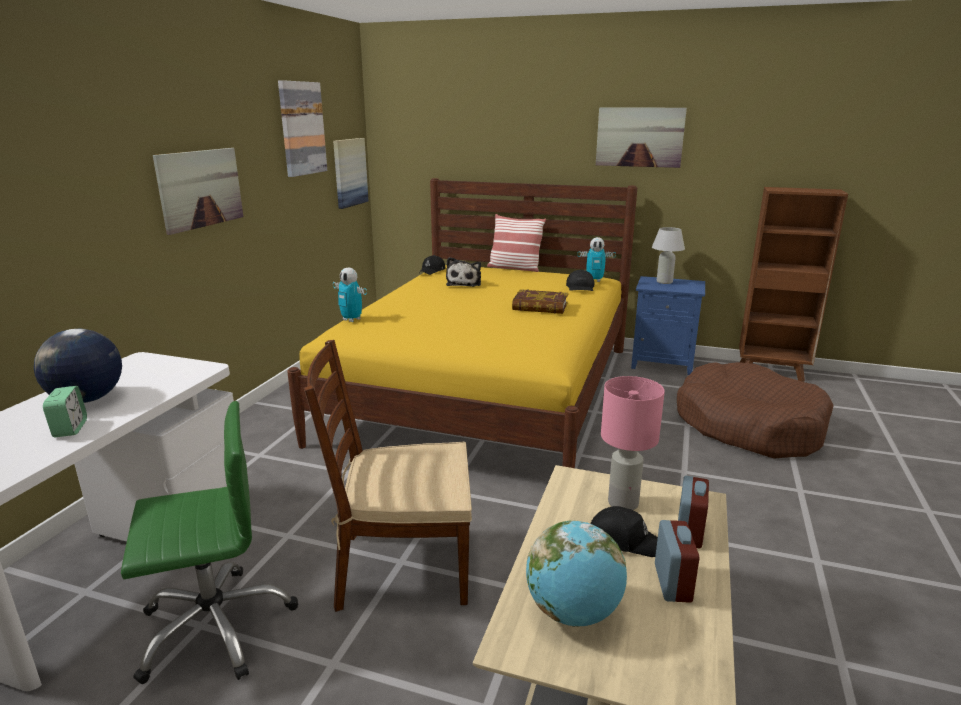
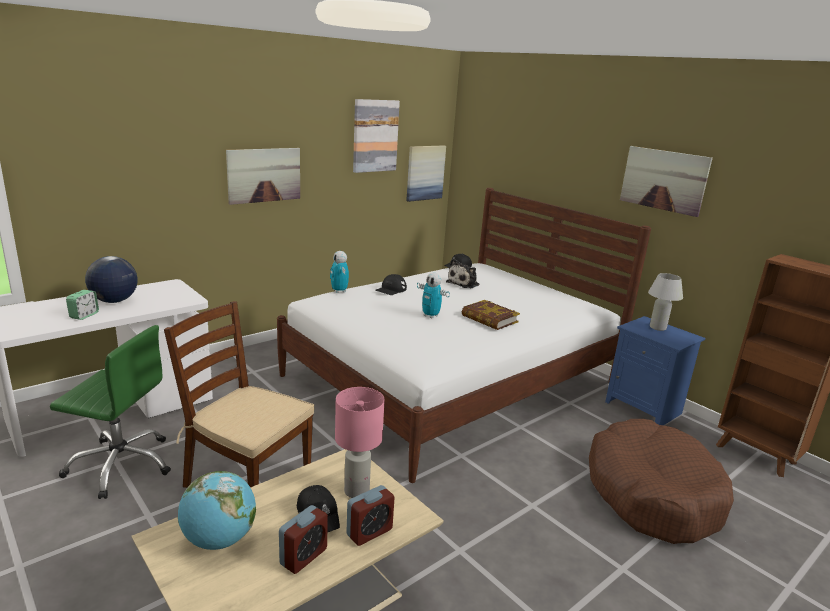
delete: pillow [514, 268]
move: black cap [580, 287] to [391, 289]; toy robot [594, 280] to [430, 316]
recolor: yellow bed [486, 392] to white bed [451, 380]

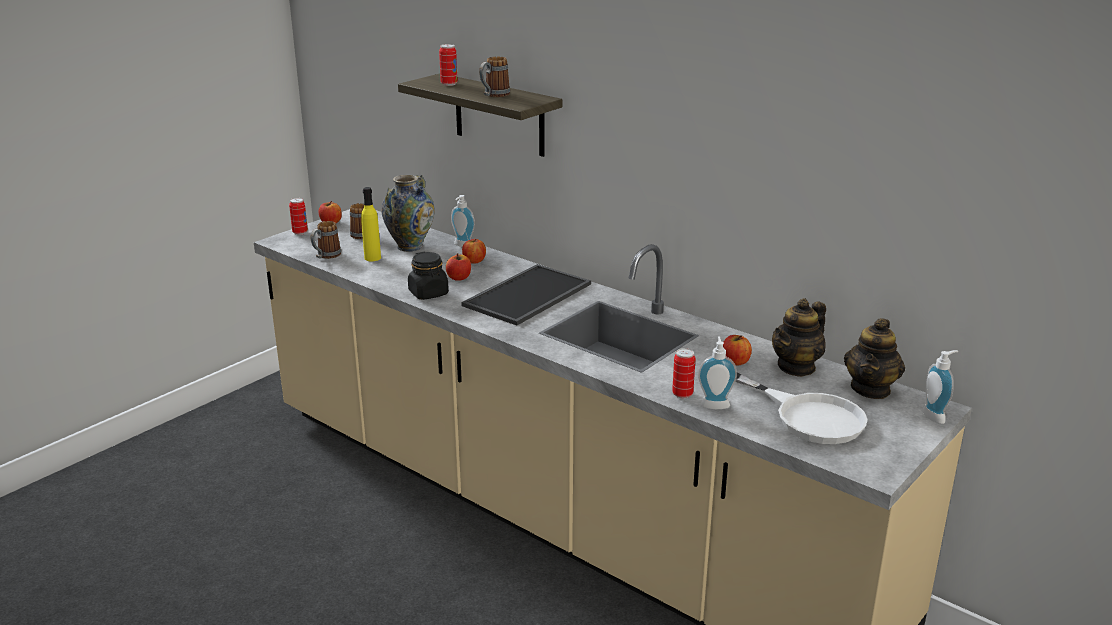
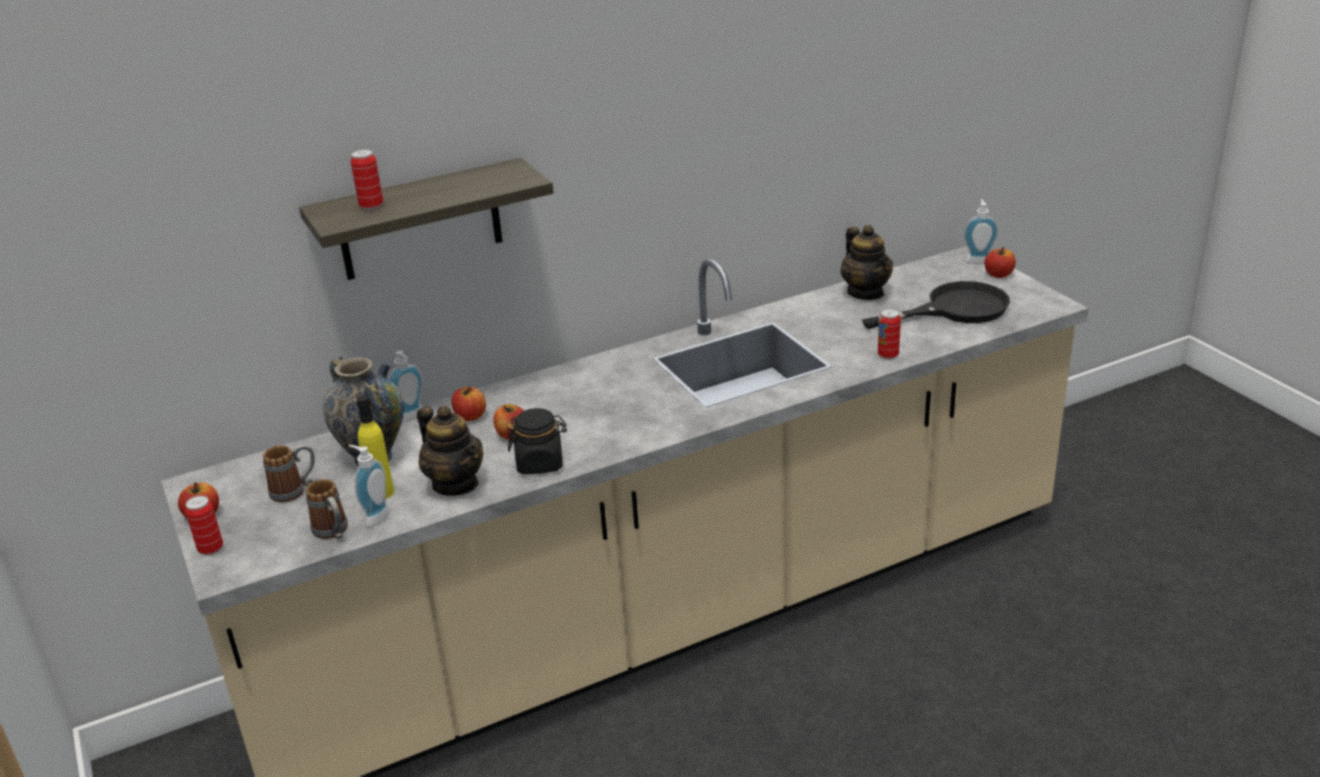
delete: tray [528, 296]; mug [493, 95]
move: soap dispenser [714, 404] to [374, 517]; teapot [871, 389] to [456, 484]; apple [735, 361] to [999, 274]
recolor: white frying pan [806, 415] to black frying pan [954, 309]

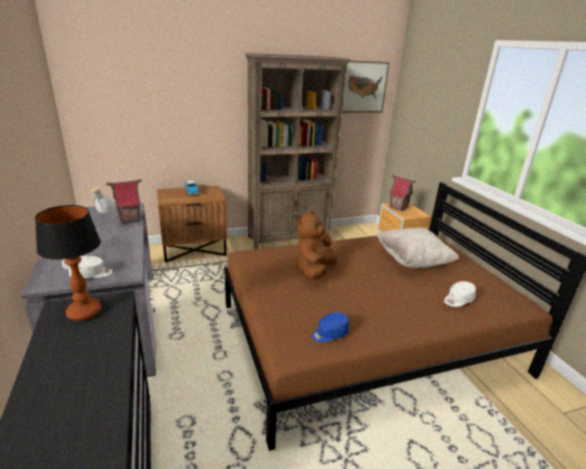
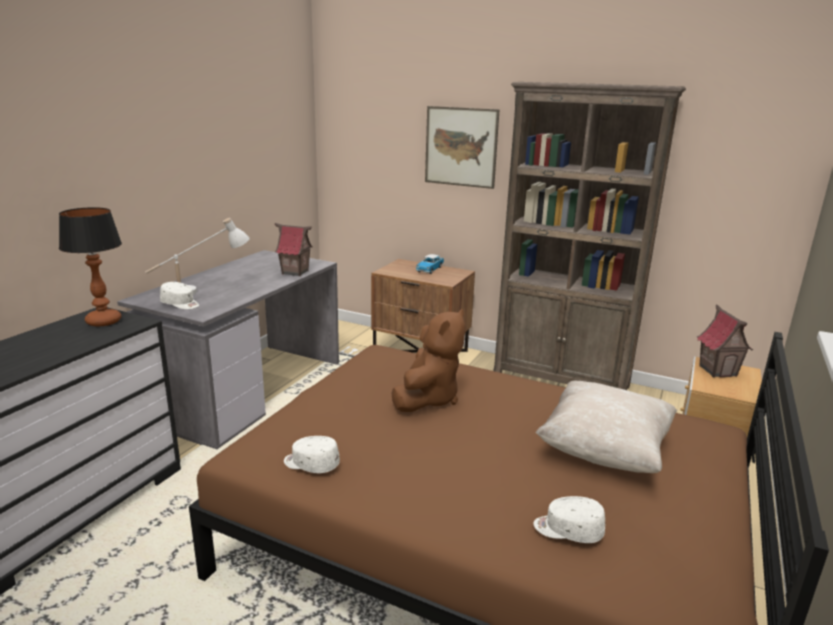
move: picture [364, 87] to [461, 147]
recolor: blue cap [329, 334] to white cap [311, 464]
rotate: brown plush toy [314, 270] = [428, 398] 135 degrees clockwise

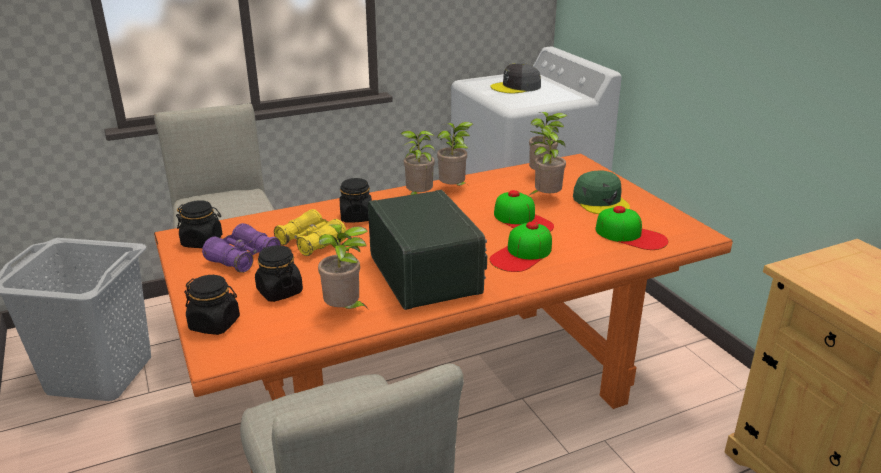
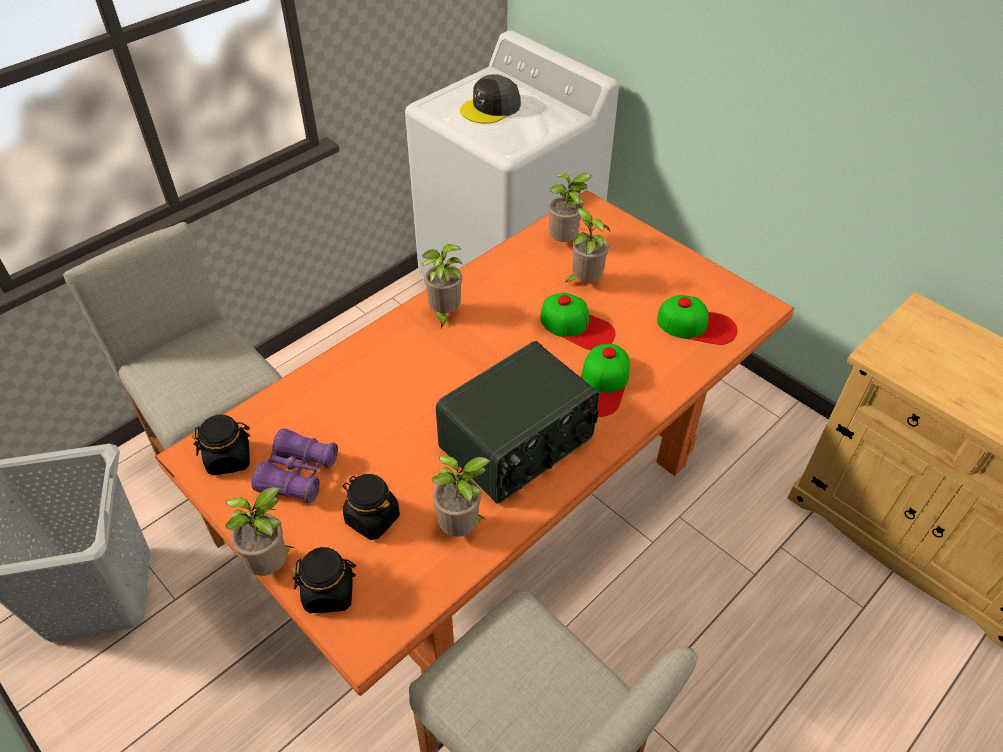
delete: yellow binoculars [311, 243]; black jar [356, 217]; green cap [601, 201]
move: potted plant [454, 189] to [272, 565]
rotate: radio [426, 274] = [518, 444] 90 degrees clockwise

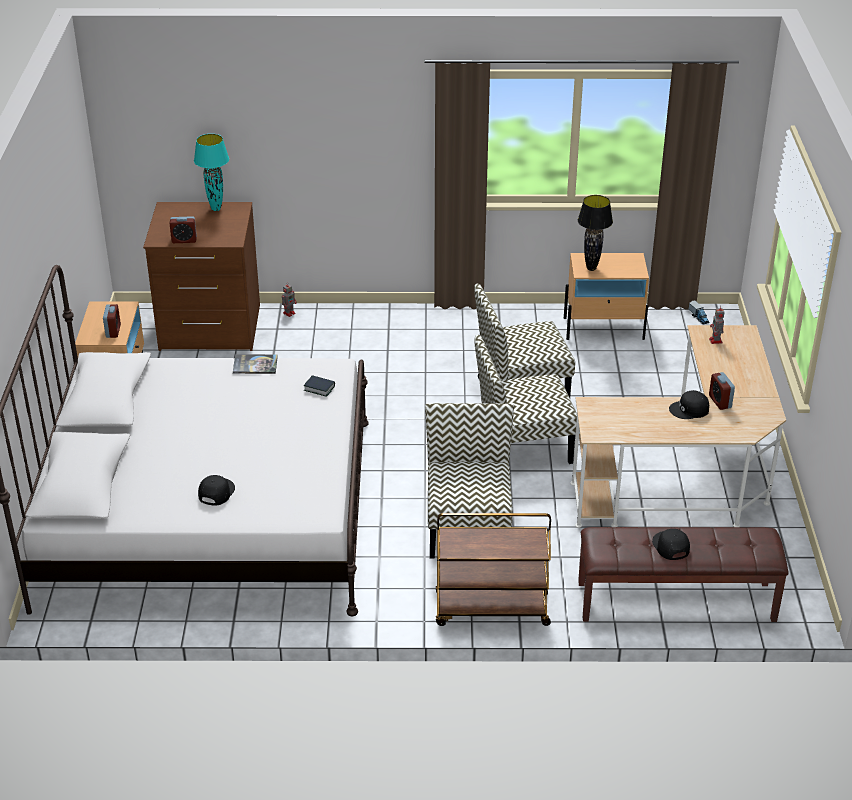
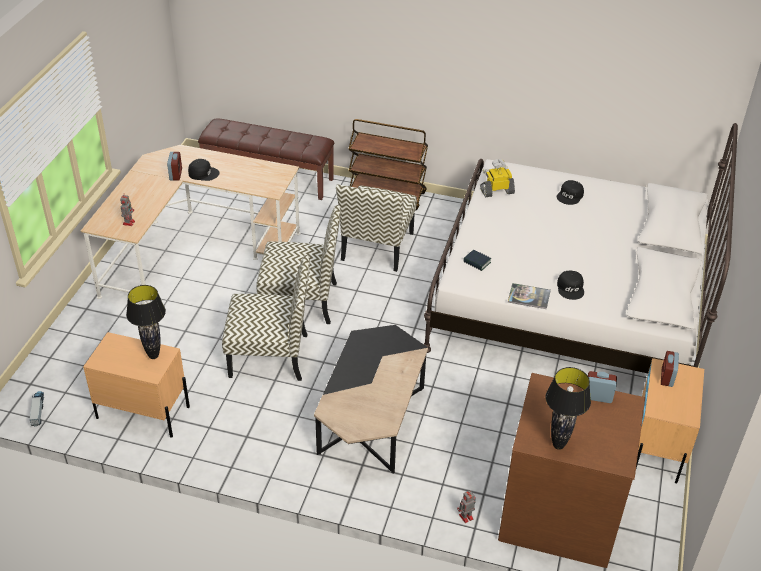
insert: black coffee table [372, 421]; toy robot [497, 191]
move: black cap [670, 546] to [571, 288]
recolor: turquoise table lamp [215, 209] to black table lamp [558, 445]

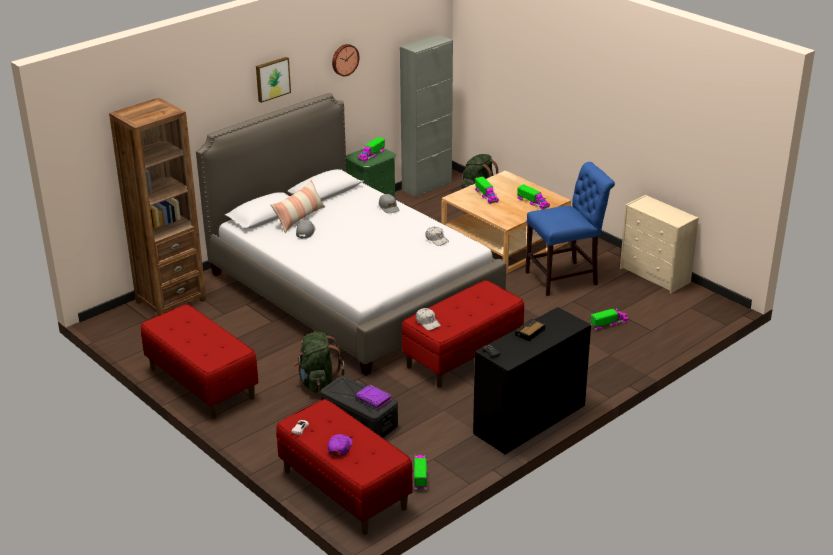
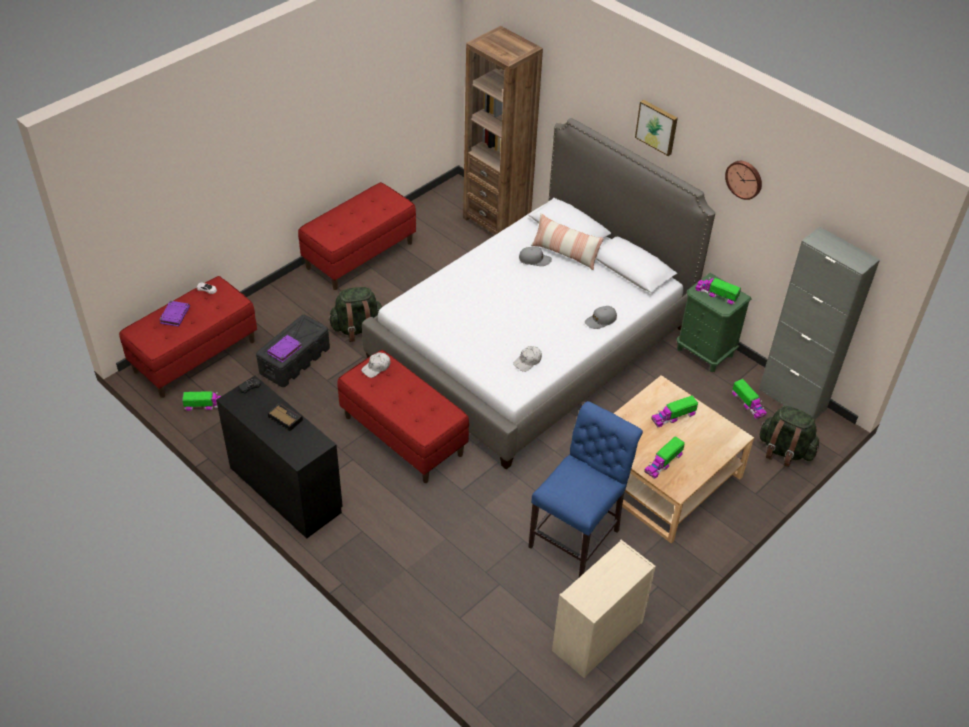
move: toy truck [608, 324] to [748, 404]
replace: purple cap [340, 448] to purple book [175, 315]
rotate: blue chair [565, 278] = [578, 535] 120 degrees counterclockwise

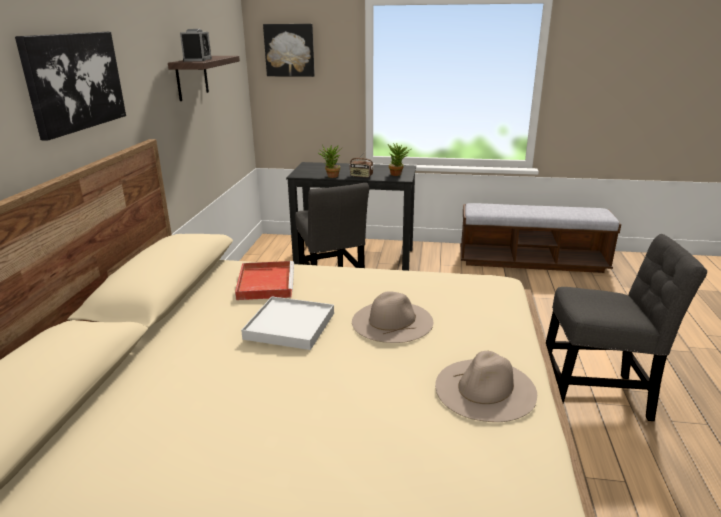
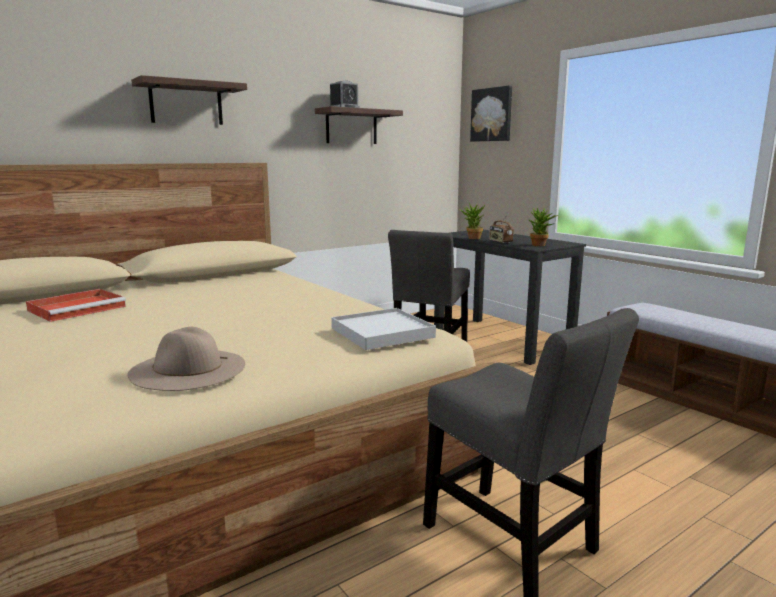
delete: beige hat [392, 321]
move: red tray [265, 282] to [79, 308]; white tray [290, 326] to [382, 333]
replace: picture [74, 81] to shelf [186, 103]

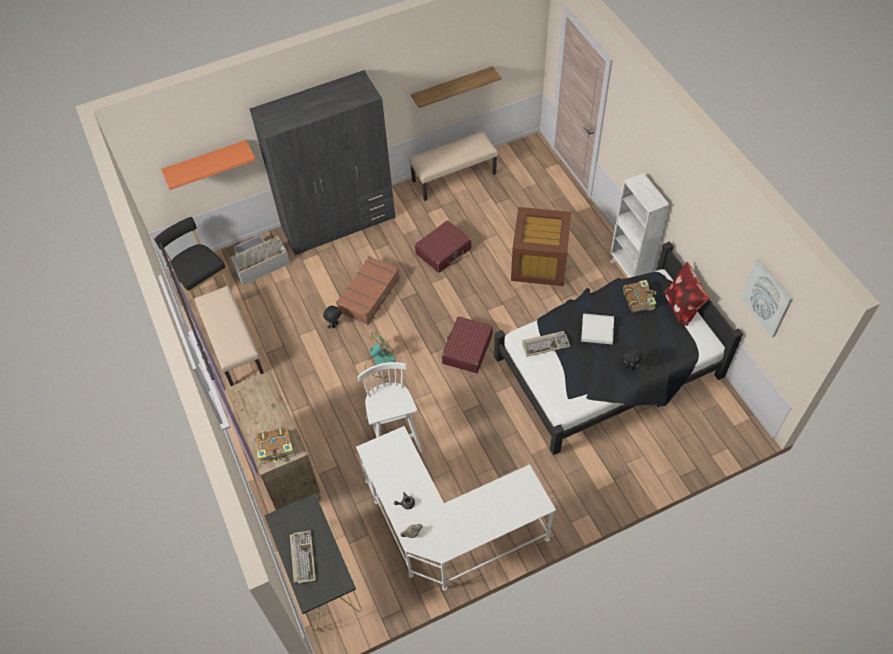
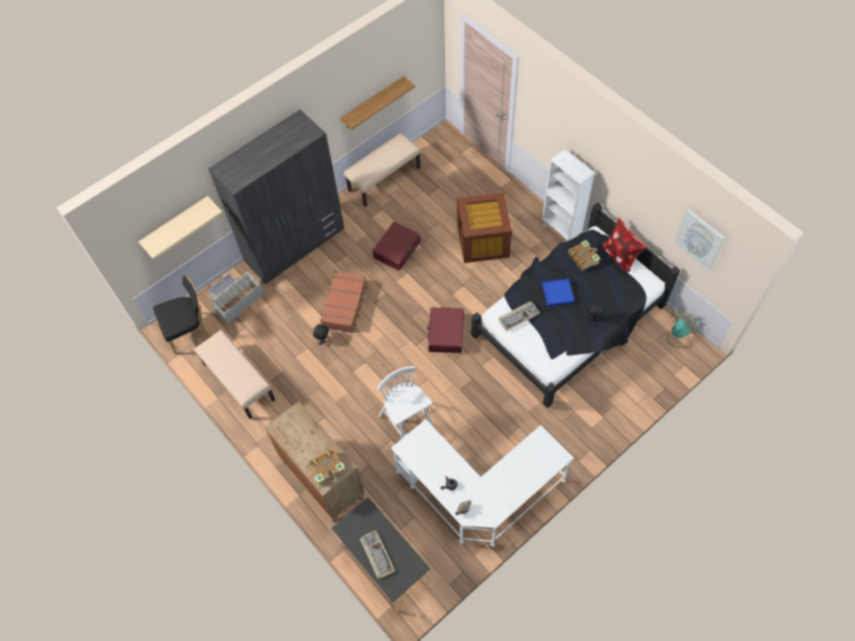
move: fan [380, 362] to [678, 334]
recolor: orange shelf [206, 162] to beige shelf [176, 224]; white tray [597, 330] to blue tray [557, 293]
rotate: black chair [202, 285] = [190, 332] 120 degrees clockwise

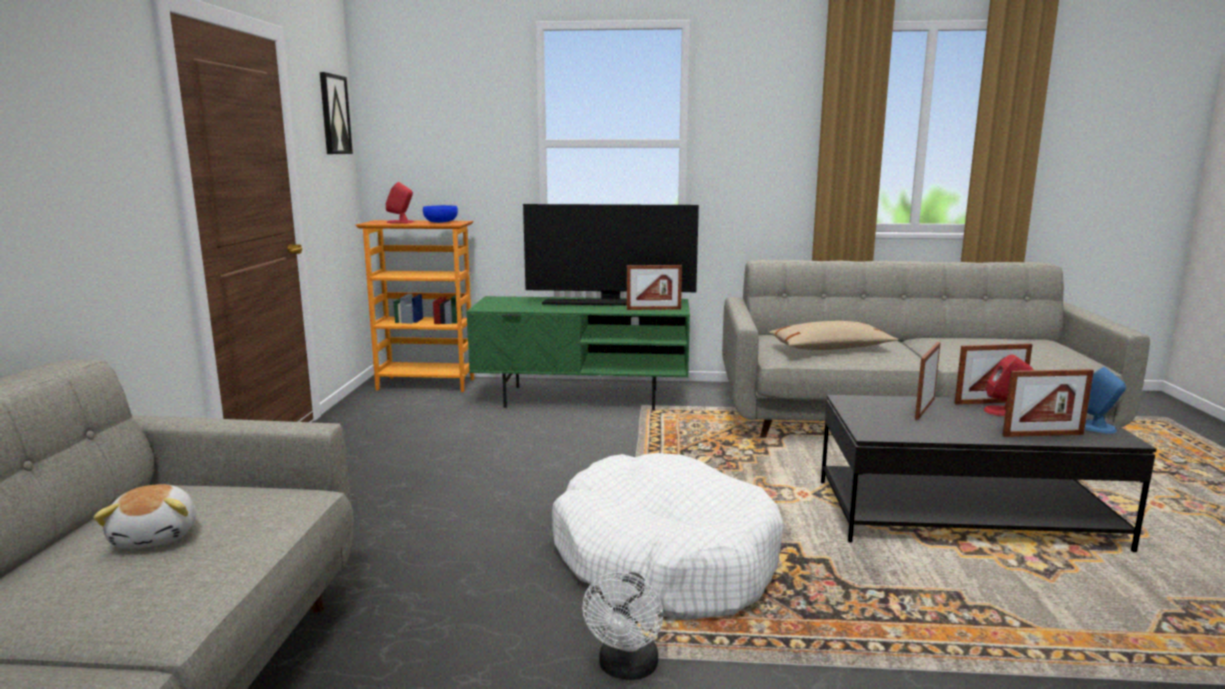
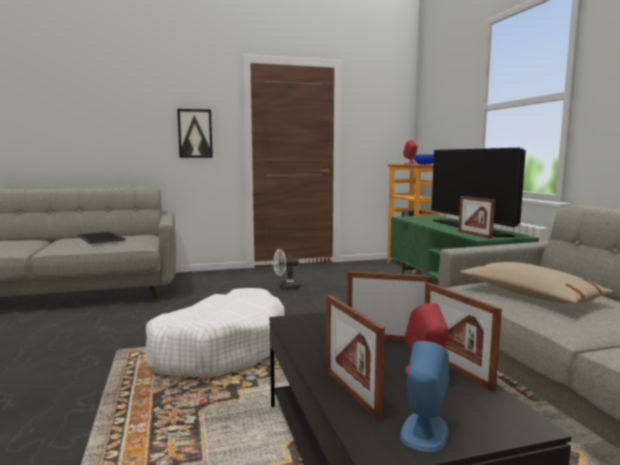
move: picture [334, 114] to [195, 133]; white fan [626, 669] to [286, 287]
replace: plush toy [157, 536] to tray [102, 238]

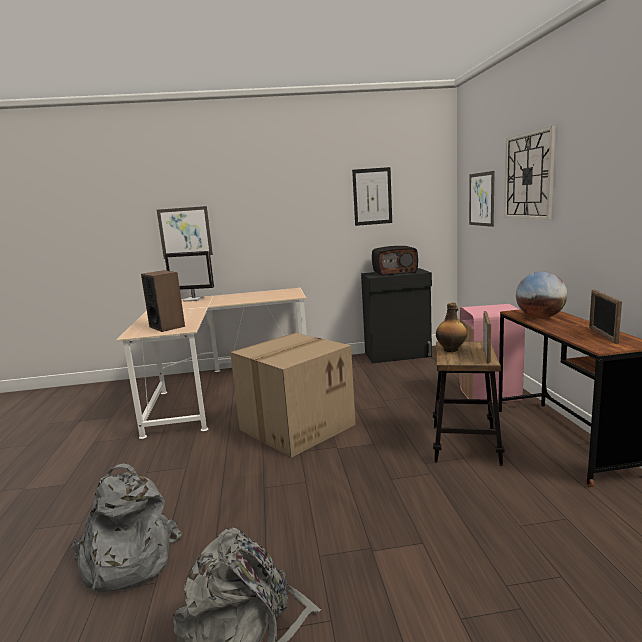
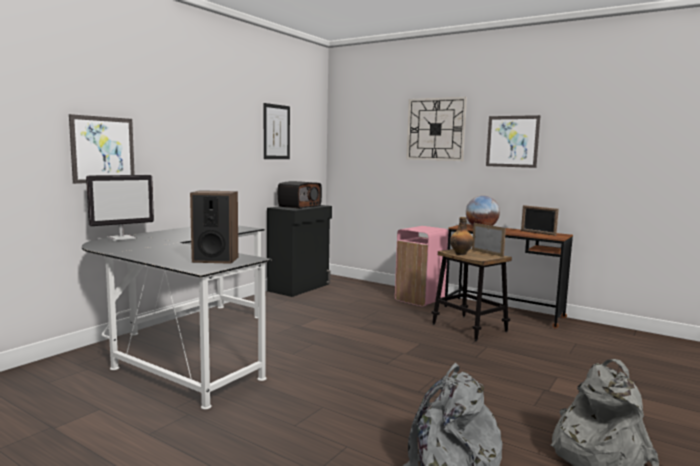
delete: cardboard box [297, 426]
move: picture [481, 199] to [512, 141]
recolor: beige desk [219, 389] to black desk [184, 347]

